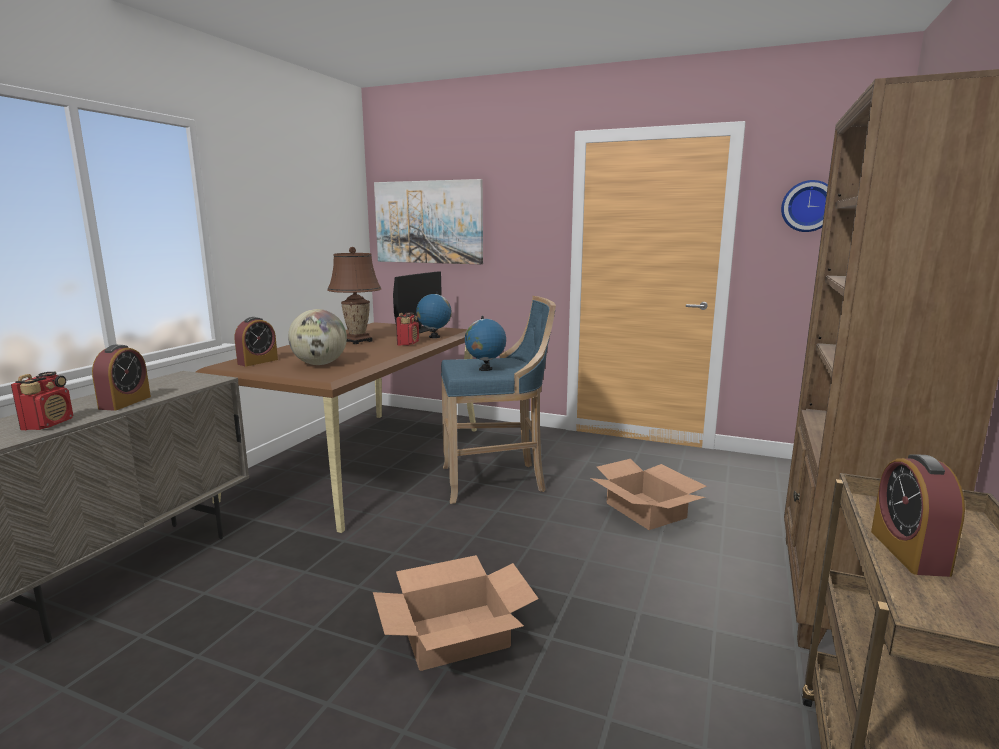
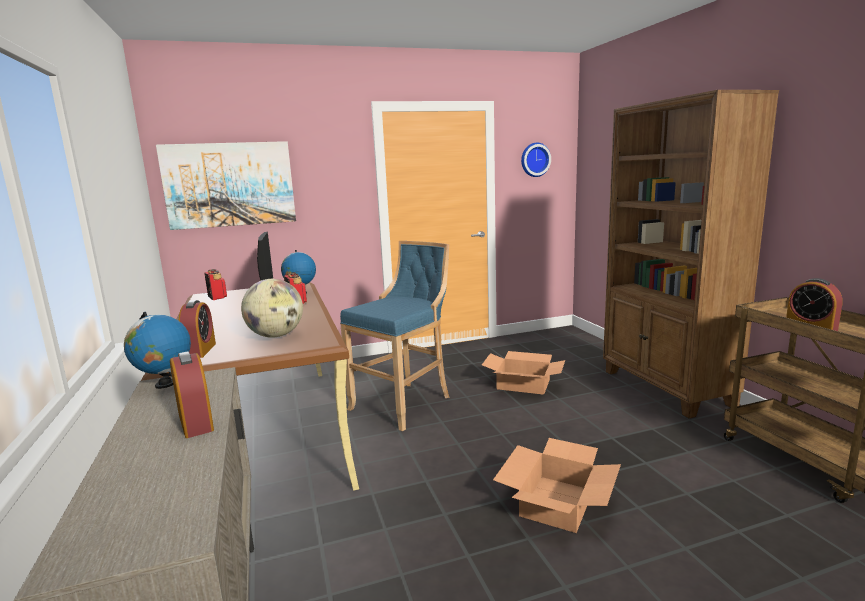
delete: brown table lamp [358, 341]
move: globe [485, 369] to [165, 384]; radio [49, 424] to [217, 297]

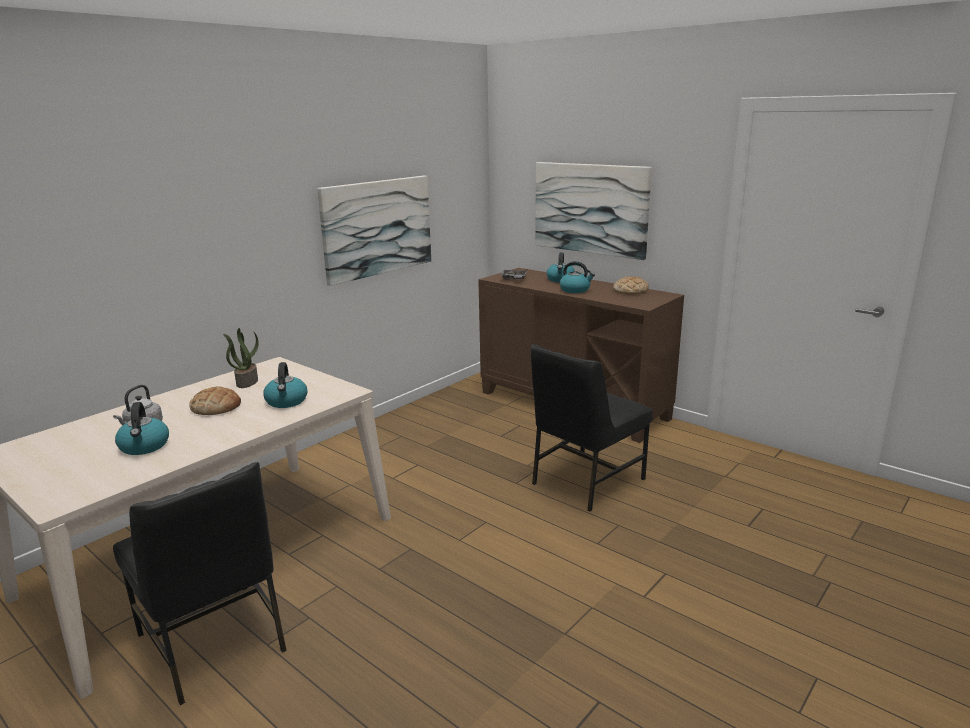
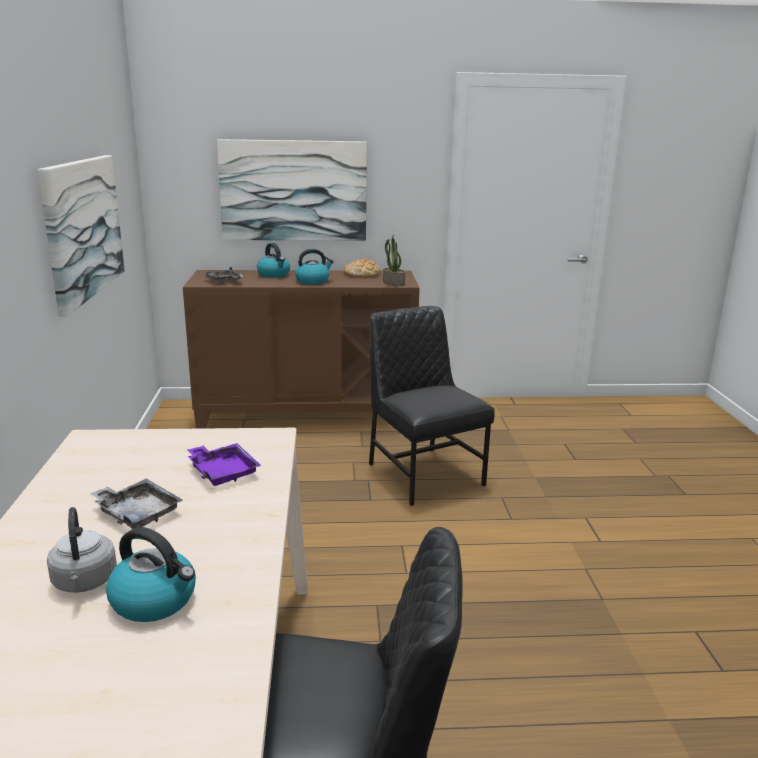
move: potted plant [247, 382] to [393, 283]
replace: bread [216, 407] to grey tray [137, 513]; kettle [287, 401] to purple tray [223, 472]
rotate: black chair [585, 481] = [423, 473] 150 degrees clockwise

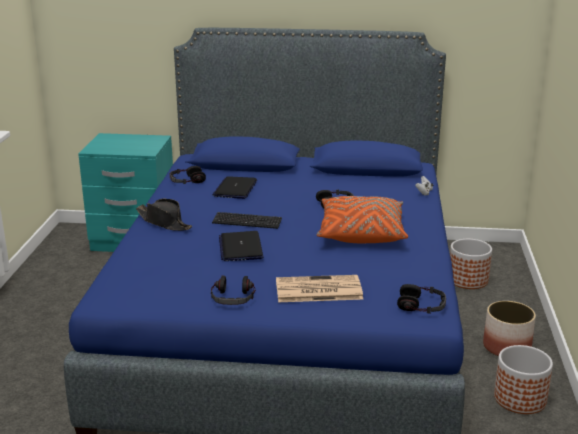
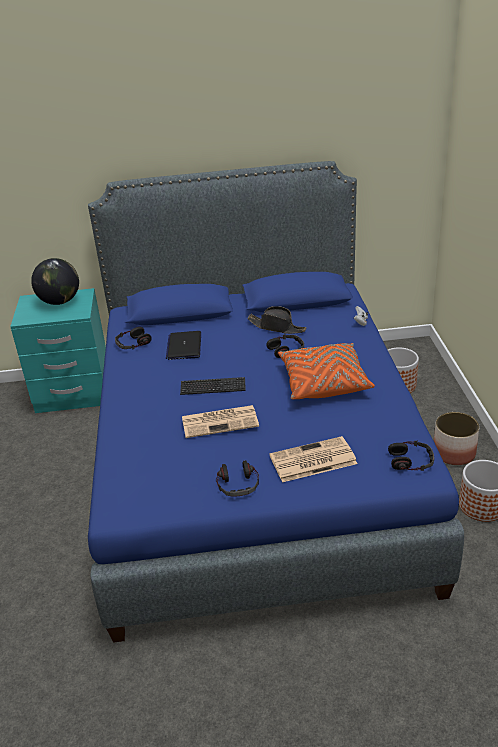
insert: globe [60, 301]
move: black hat [164, 222] to [277, 327]
replace: laptop [240, 247] to newspaper [221, 421]

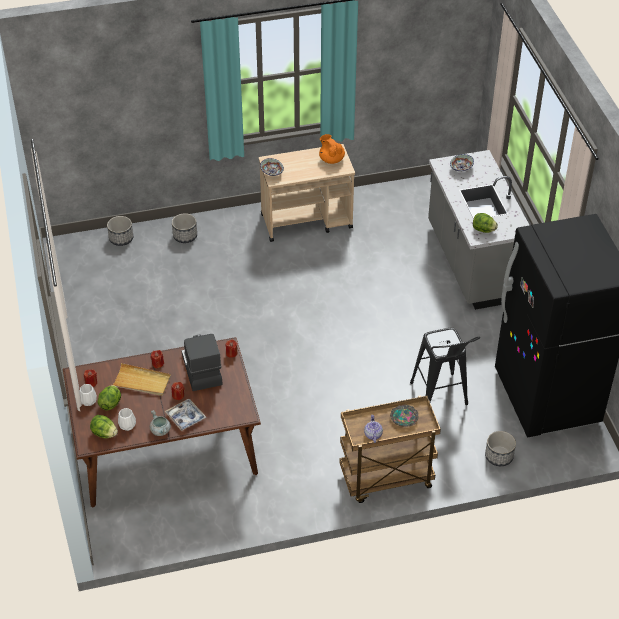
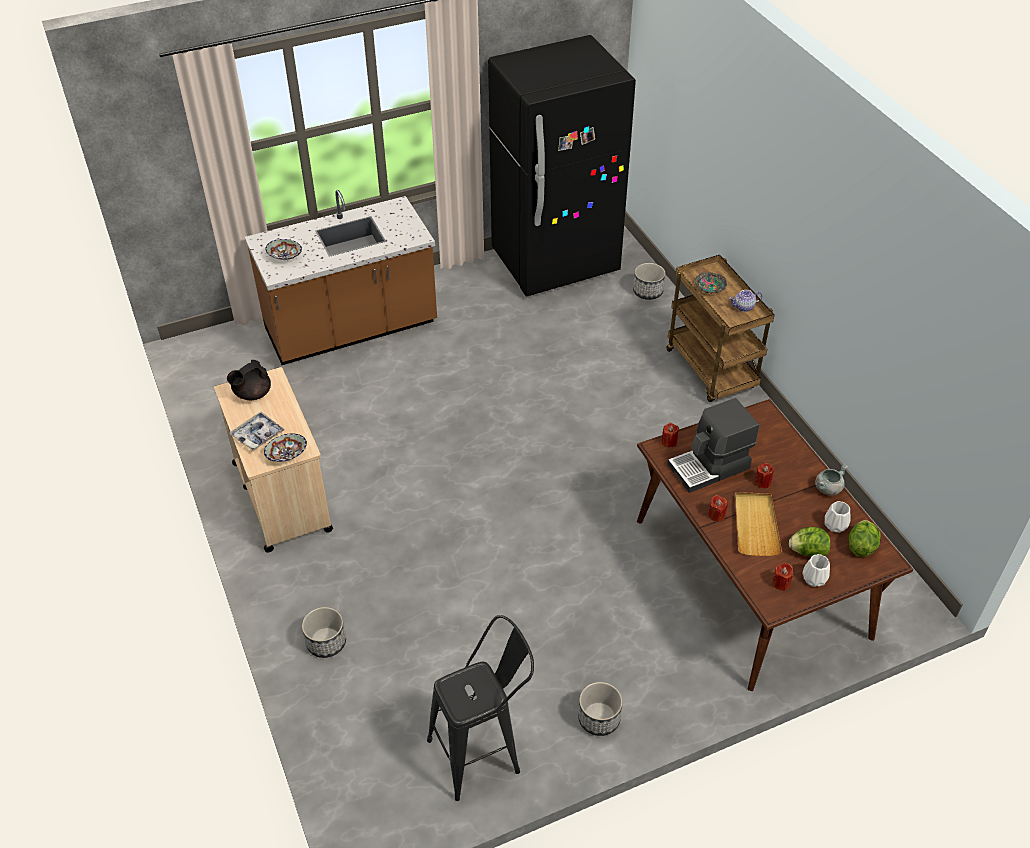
delete: lettuce [483, 230]
move: tray [185, 417] to [257, 435]; black stool [440, 398] to [483, 752]; planter [121, 238] to [598, 719]
recolor: orange teapot [331, 159] to black teapot [252, 394]; grey counter [472, 262] to brown counter [351, 328]

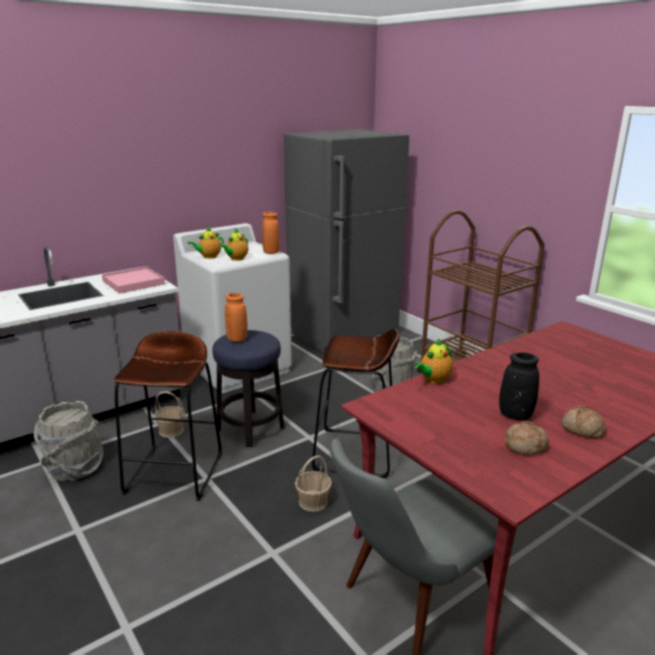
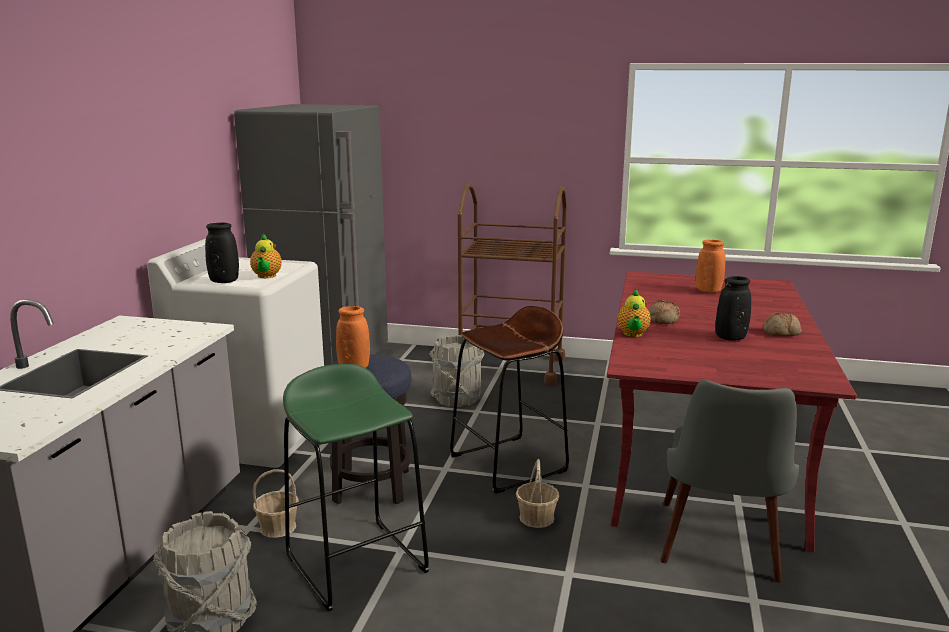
delete: pink tray [133, 282]
move: bread [525, 445] to [662, 319]; orange vase [271, 252] to [708, 291]
replace: teapot [208, 257] to black vase [224, 281]
recolor: brown stool [175, 473] to green stool [356, 562]

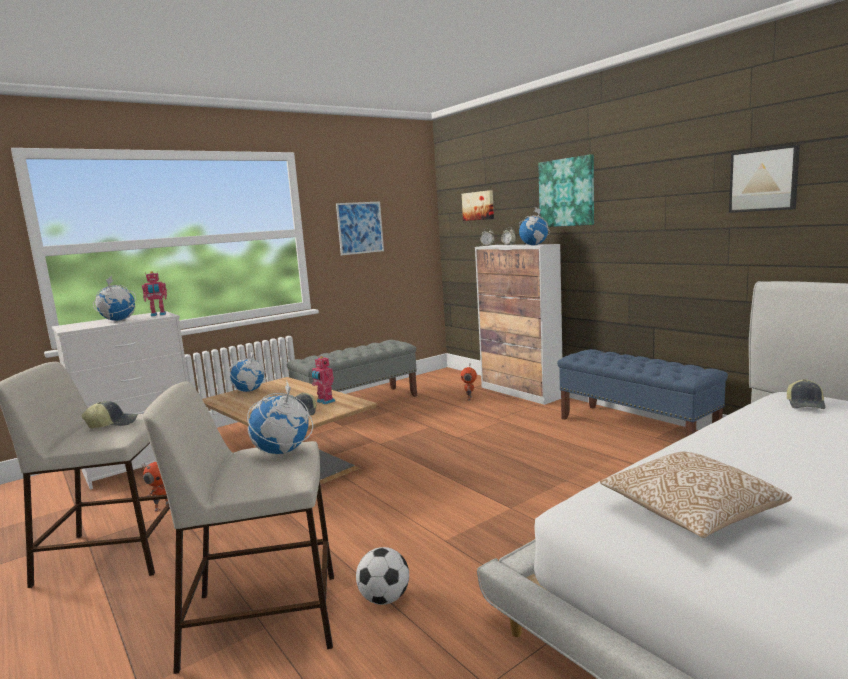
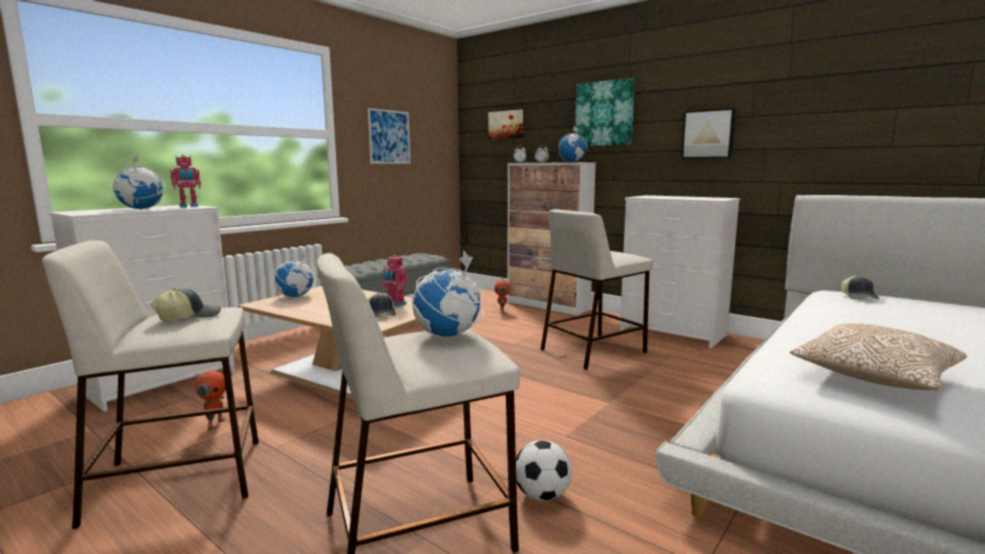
insert: beige stool [594, 350]
move: picture [764, 180] to [708, 134]
replace: blue bench [636, 428] to white dresser [673, 332]

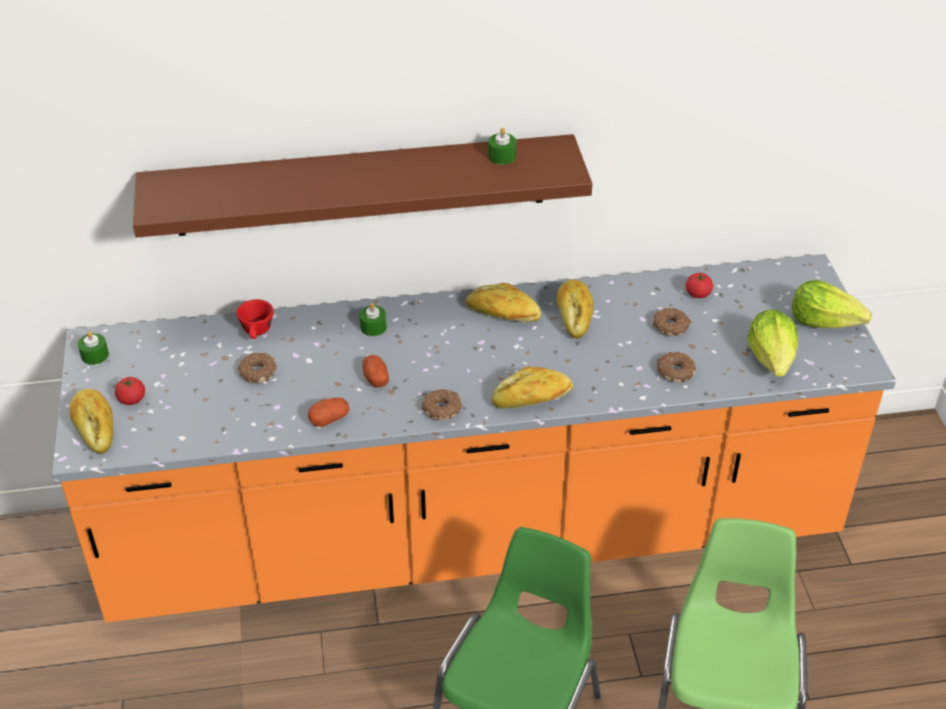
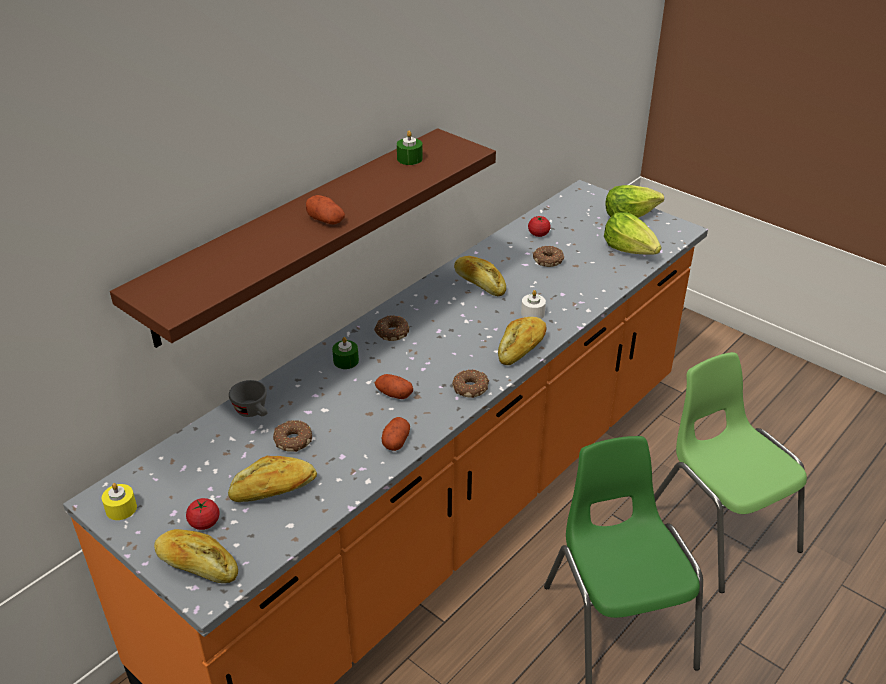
insert: potato [326, 220]; white candle [532, 313]
move: bread [503, 314] to [274, 490]; donut [674, 371] to [391, 333]
recolor: green candle [95, 355] to yellow candle [121, 508]; red cup [257, 332] to grey cup [254, 412]

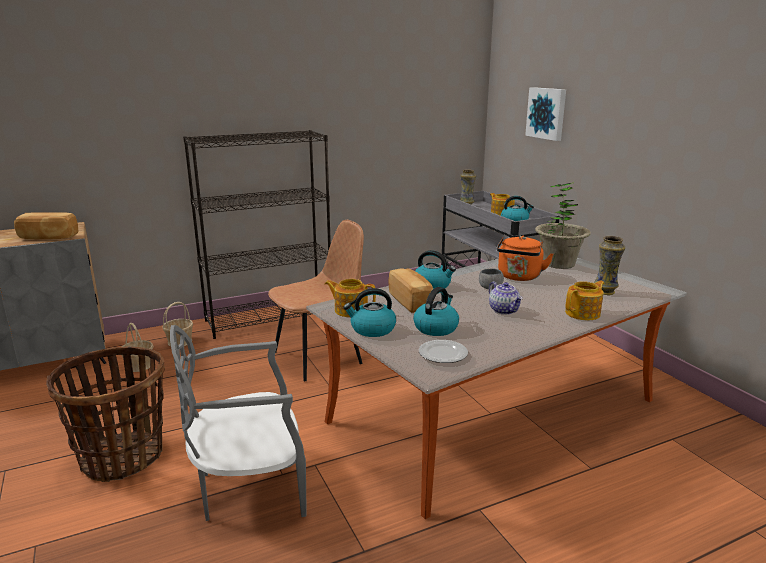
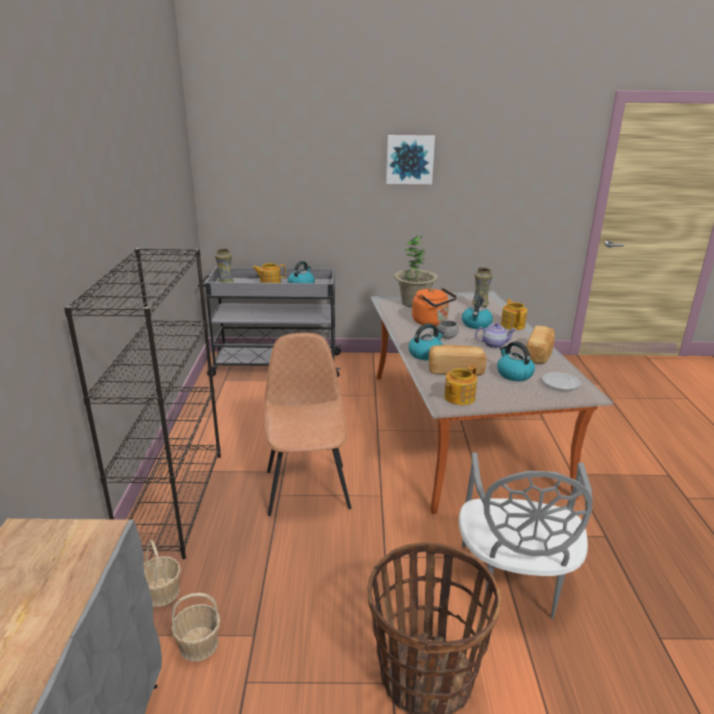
move: picture [547, 113] to [409, 159]; kettle [372, 329] to [476, 324]; bread [48, 237] to [539, 355]

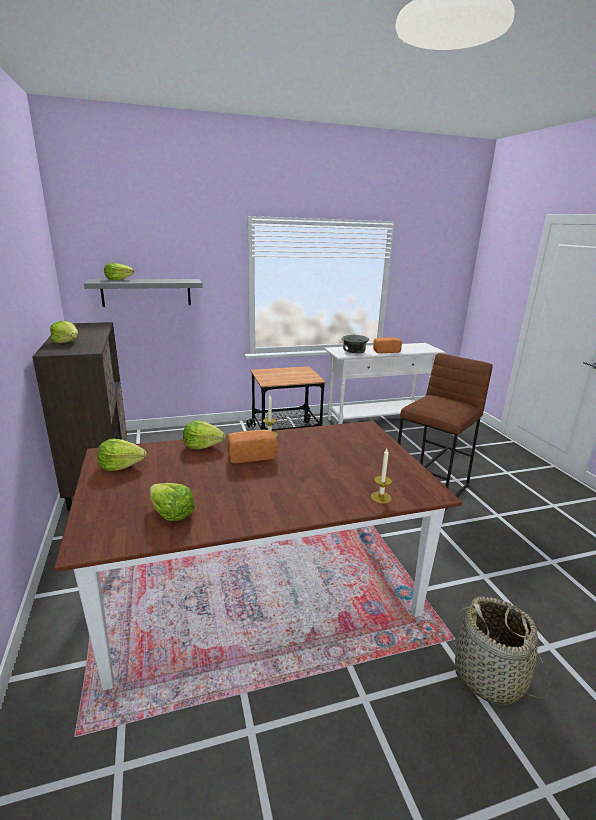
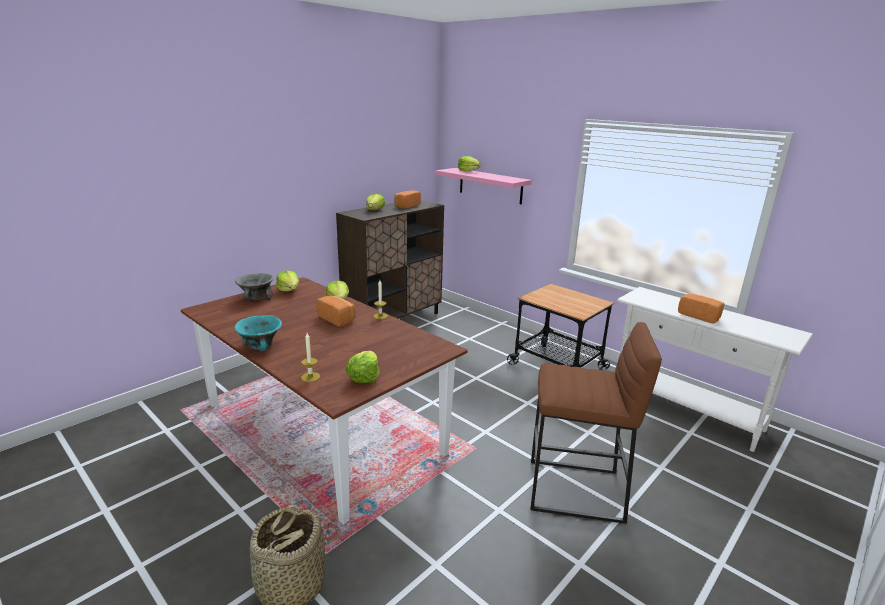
insert: turquoise bowl [260, 346]; bread [406, 206]
move: grey bowl [354, 352] to [257, 297]; lettuce [171, 513] to [364, 377]
recolor: grey shelf [146, 292] to pink shelf [490, 185]

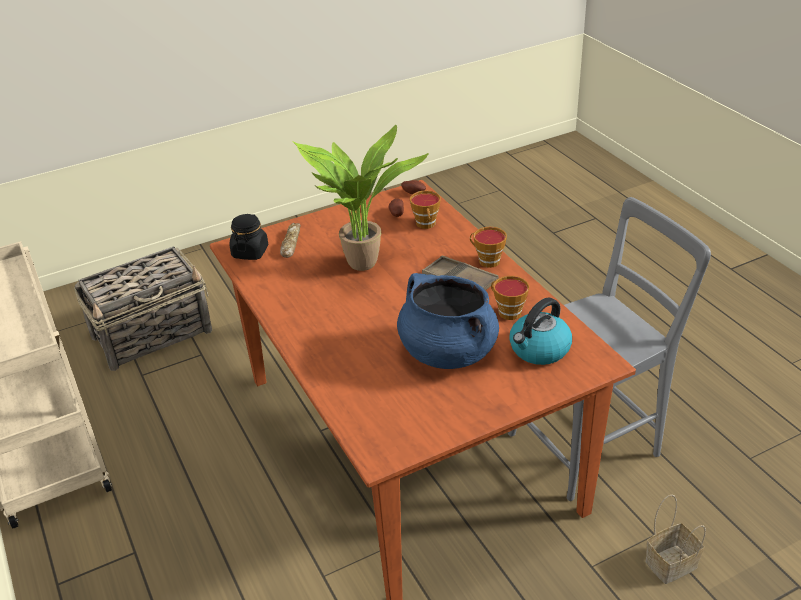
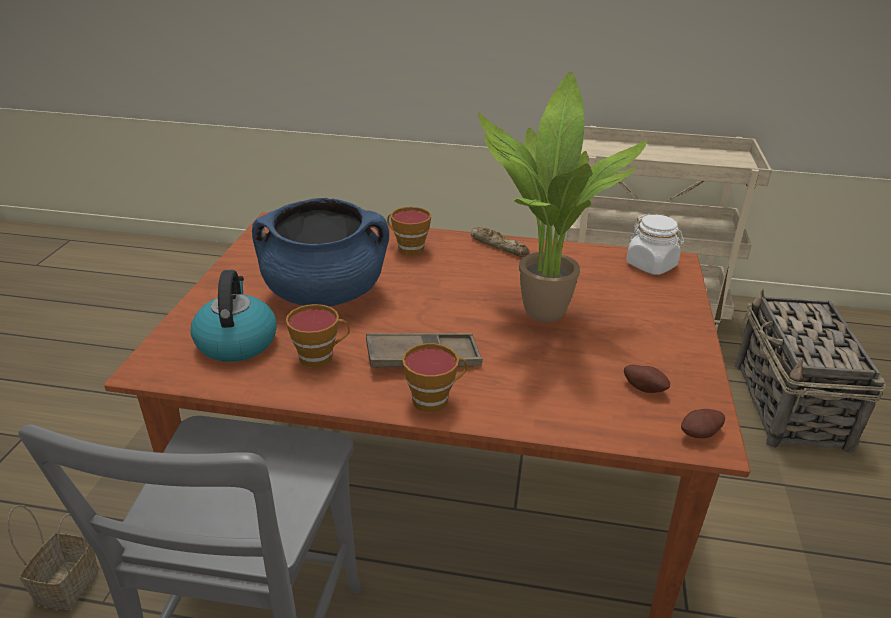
move: cup [426, 224] to [407, 248]; bread [290, 243] to [499, 246]
recolor: black jar [250, 252] to white jar [651, 265]

